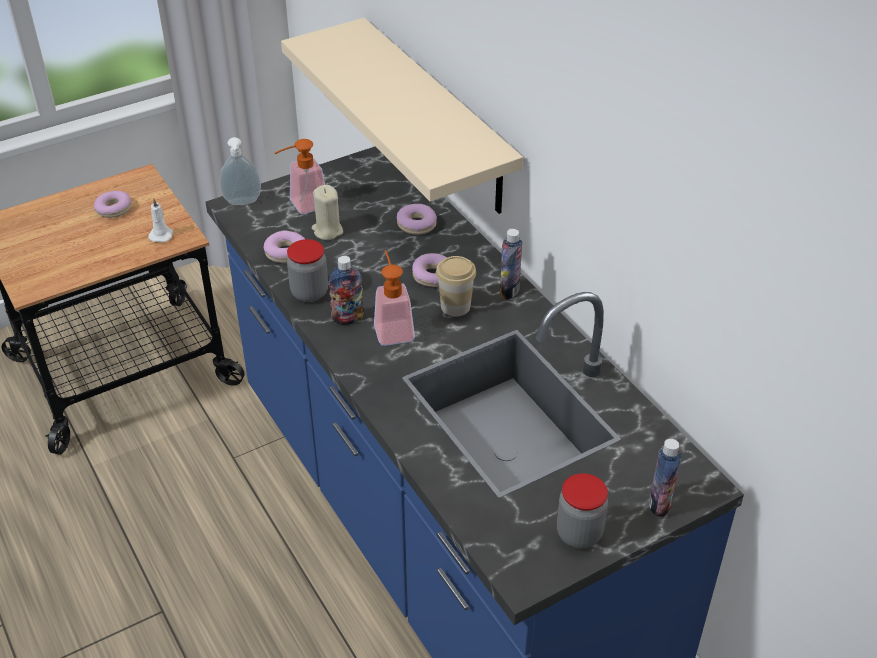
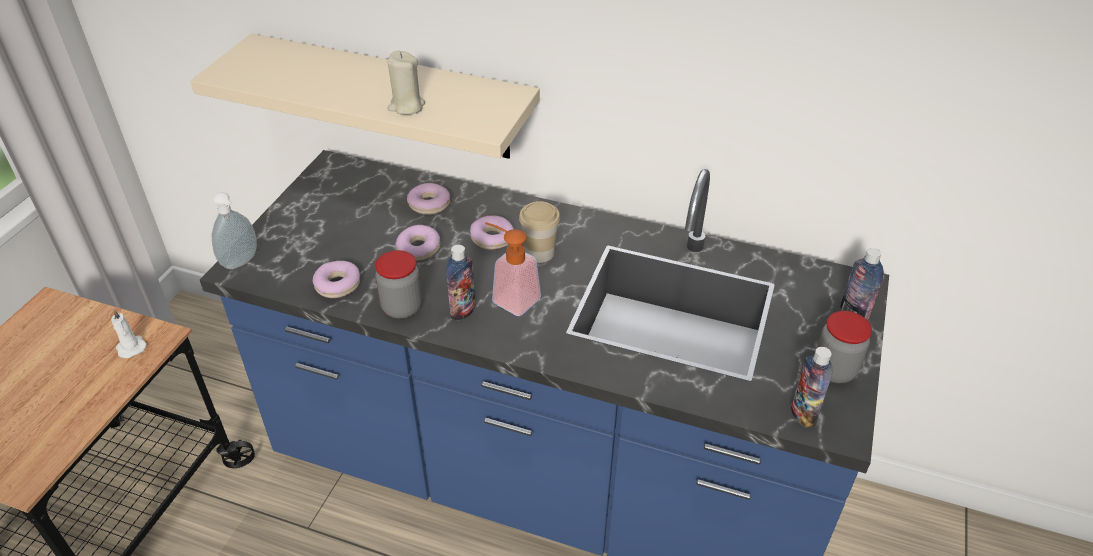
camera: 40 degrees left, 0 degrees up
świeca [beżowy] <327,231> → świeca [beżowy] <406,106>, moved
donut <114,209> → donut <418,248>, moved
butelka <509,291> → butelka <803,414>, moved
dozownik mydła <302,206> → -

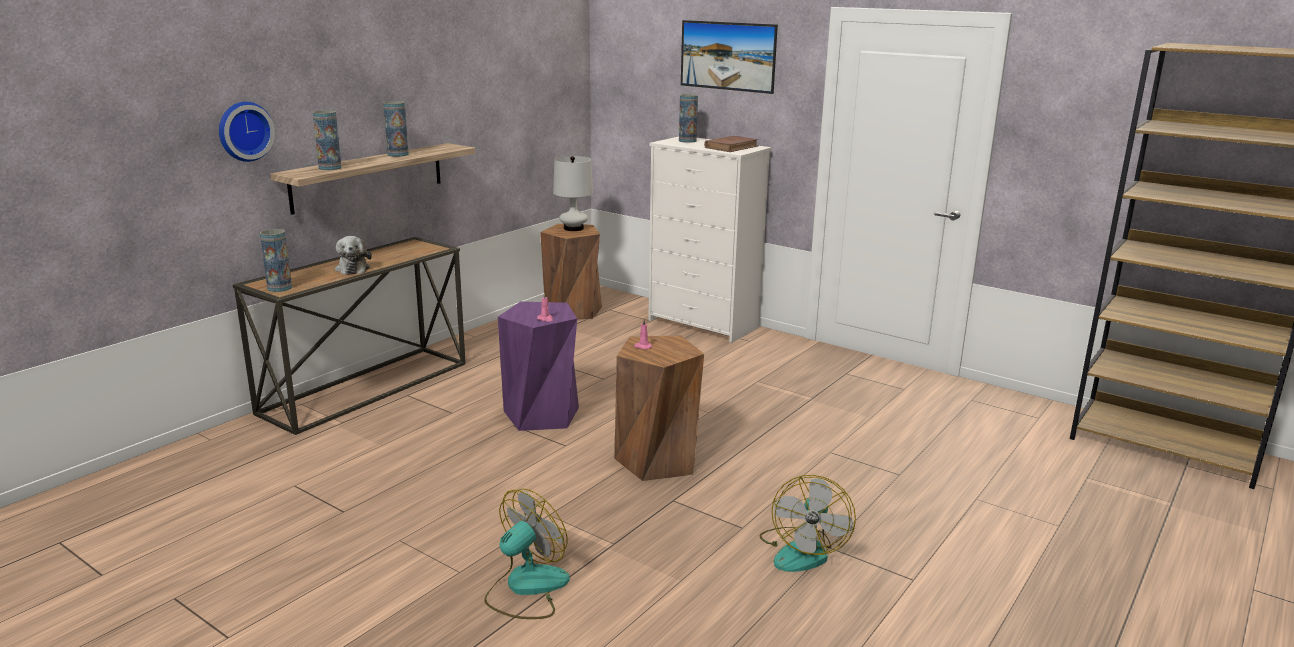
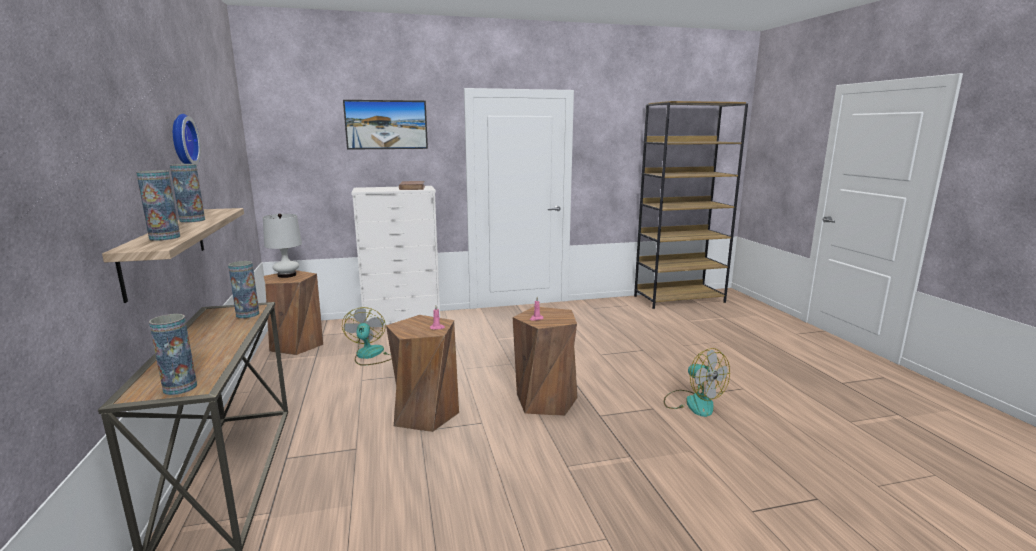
camera: 50 degrees left, 5 degrees down
zegar ścienny <244,131> → zegar ścienny <181,140>, moved
wazon <687,141> → wazon <247,314>, moved
wentylator <526,588> → wentylator <370,356>, moved
stołek [fioletowy] <542,415> → stołek [brązowy] <425,414>
pluszak <353,268> → -

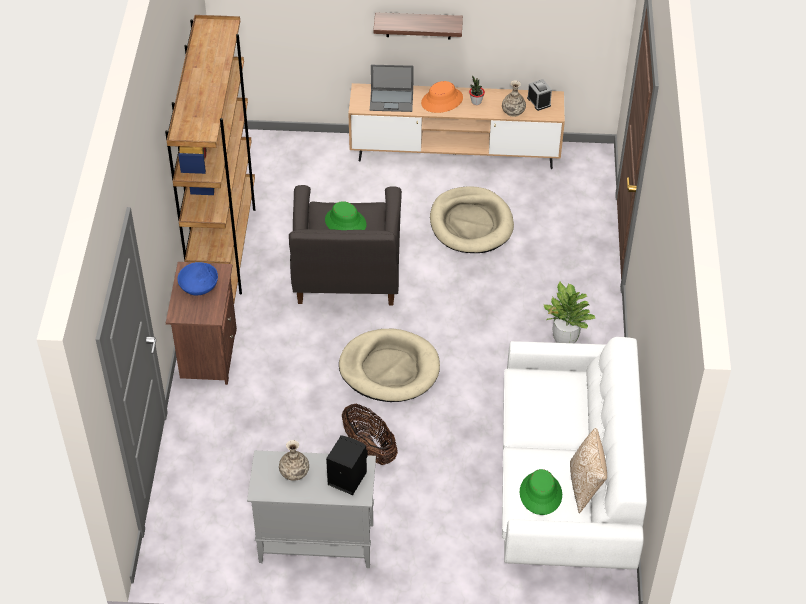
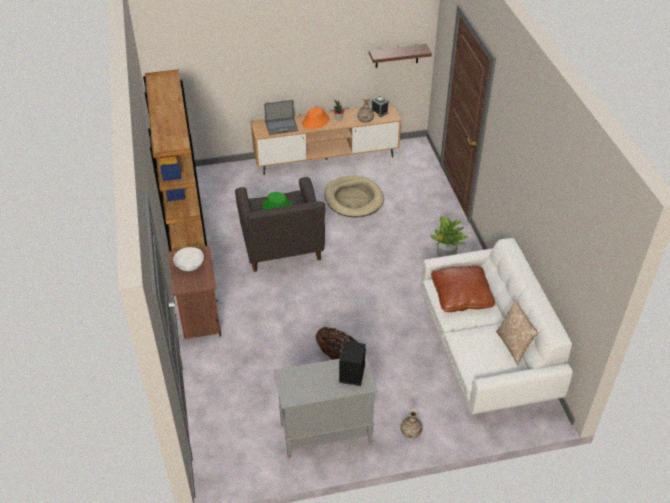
camera: 15 degrees left, 5 degrees down
miska [niebieski] <198,285> → miska [biały] <189,264>
półka <418,25> → półka <397,56>, moved
wazon <294,472> → wazon <411,431>, moved
- → poduszka [brązowy] <461,296>
legowisko [beżowy] <389,368> → -
kapelusz [zielony] <540,493> → -

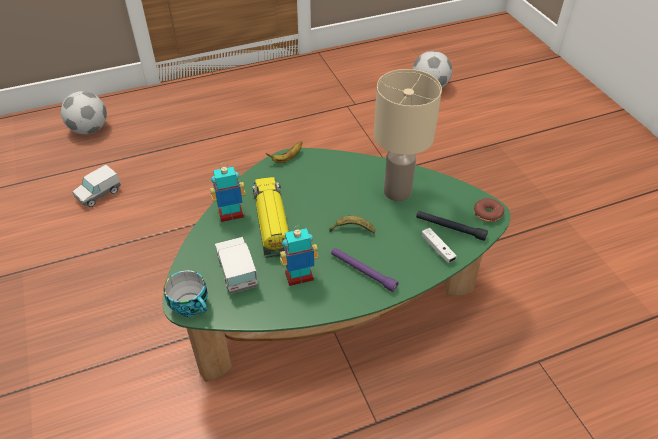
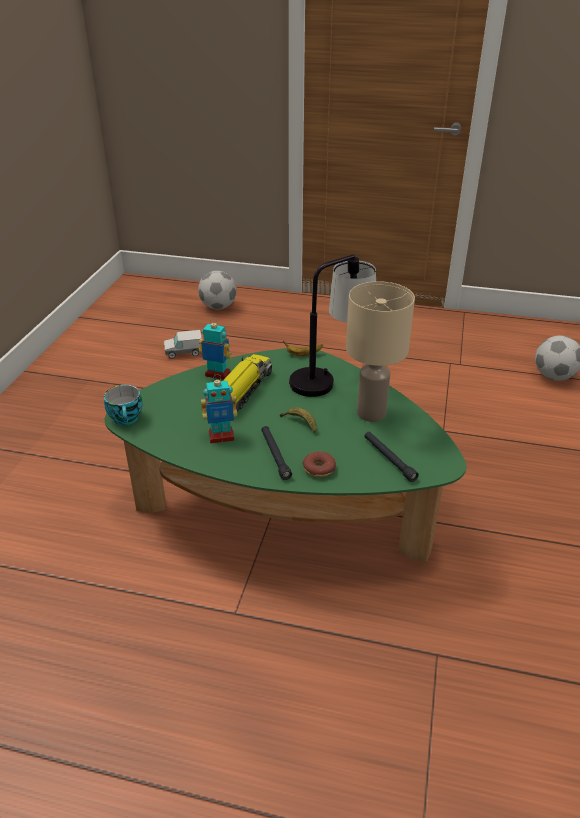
camera: 35 degrees right, 10 degrees down
robot zabawkowy <299,277> → robot zabawkowy <221,436>, 150 degrees clockwise
latarka [fioletowy] <363,272> → latarka [czarny] <275,455>
- → lampa stołowa <329,378>
donut <487,214> → donut <319,468>, moved
ciężarówka zabawkowa <237,272> → -
pad do gier [biały] <437,249> → -

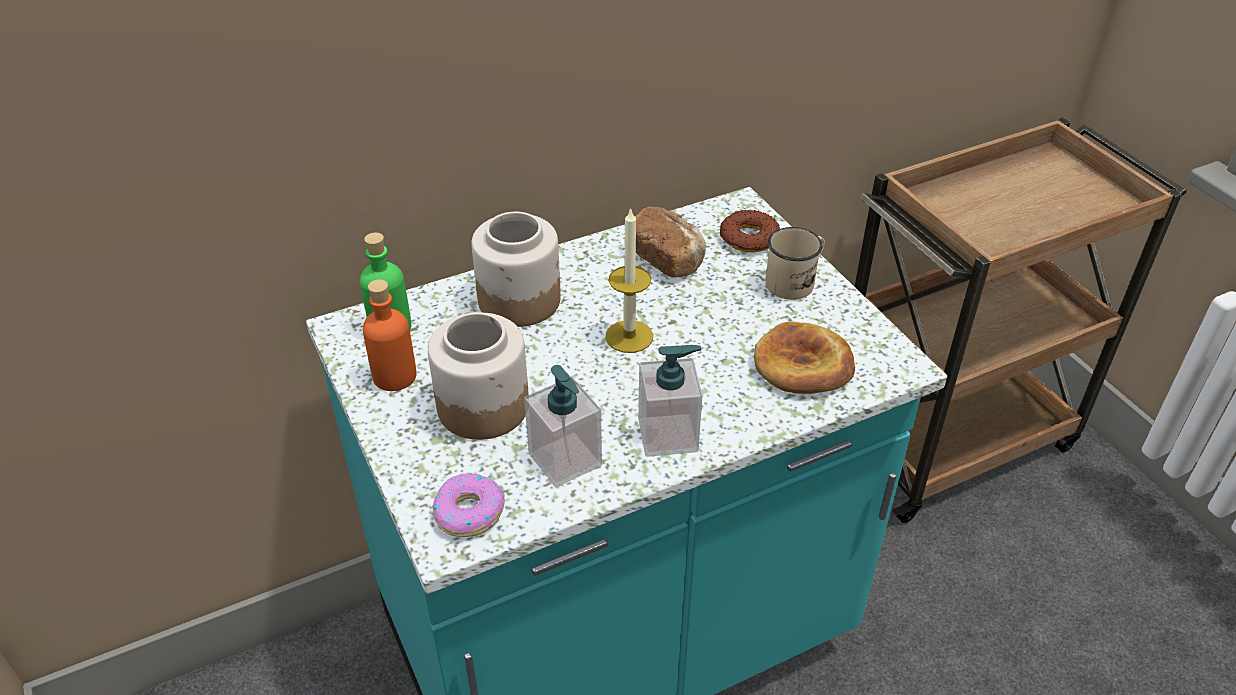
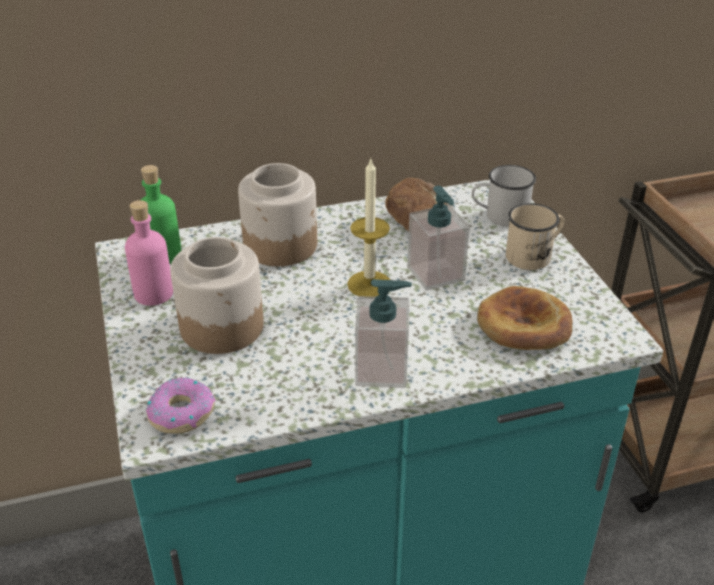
camera: 10 degrees right, 5 degrees down
butelka [pomarańczowy] <394,376> → butelka [różowy] <153,293>
dozownik mydła <565,460> → dozownik mydła <435,274>, moved
donut <749,238> → kubek [biały] <500,216>

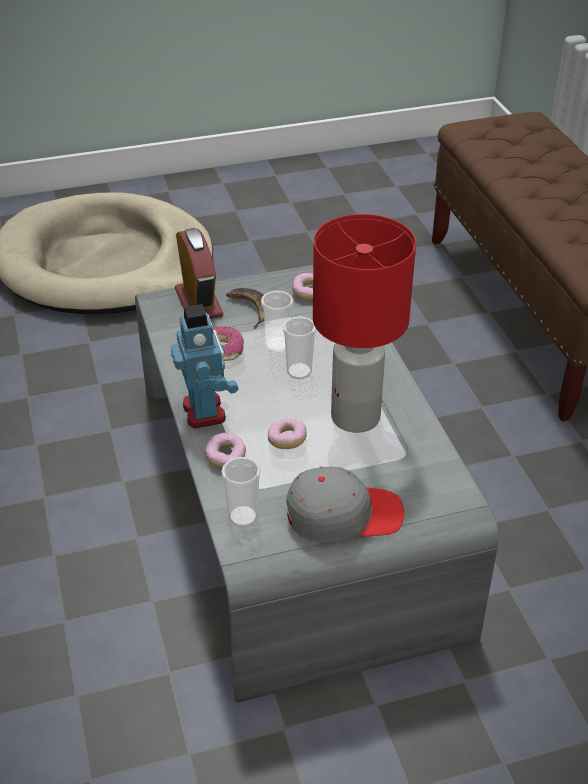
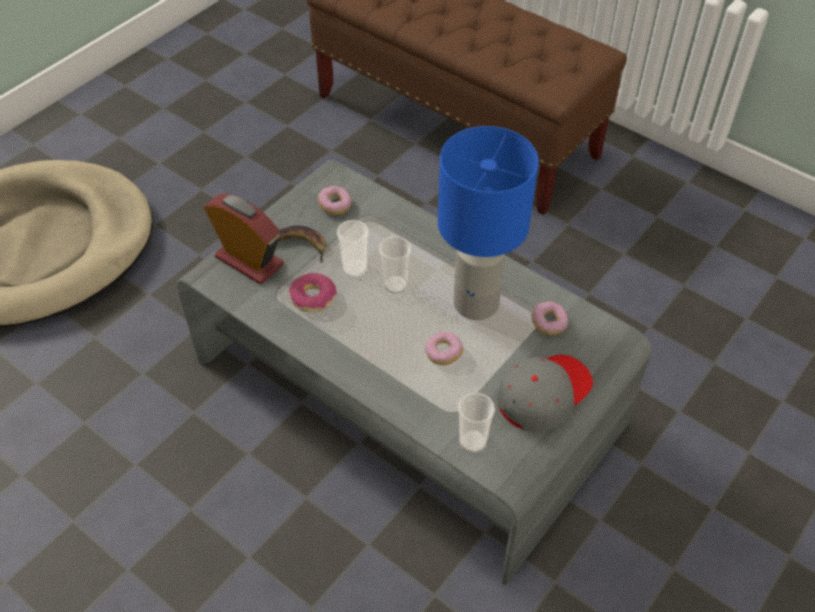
camera: 35 degrees left, 10 degrees up
lampa stołowa [czerwony] <355,418> → lampa stołowa [niebieski] <476,304>
donut <225,458> → donut <548,323>, moved
robot zabawkowy <205,411> → -

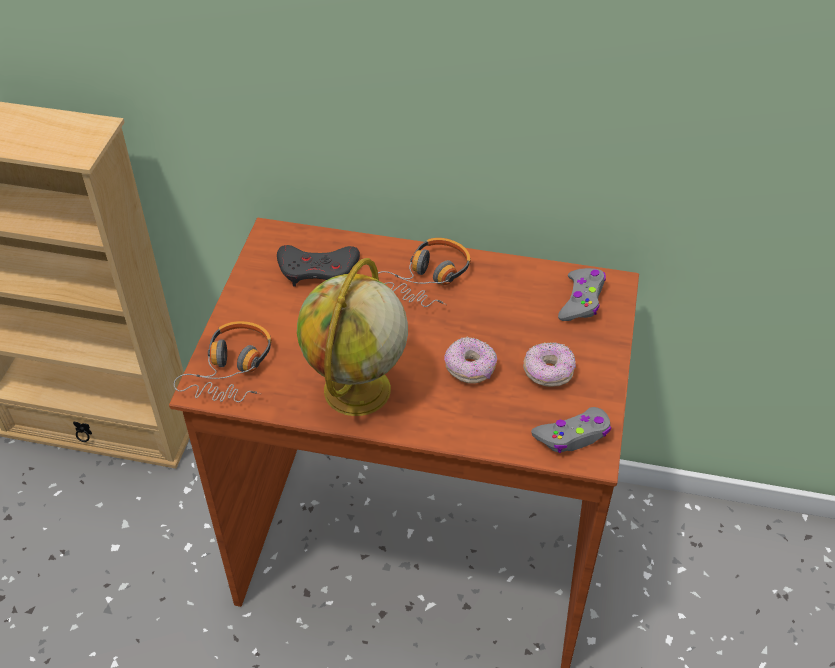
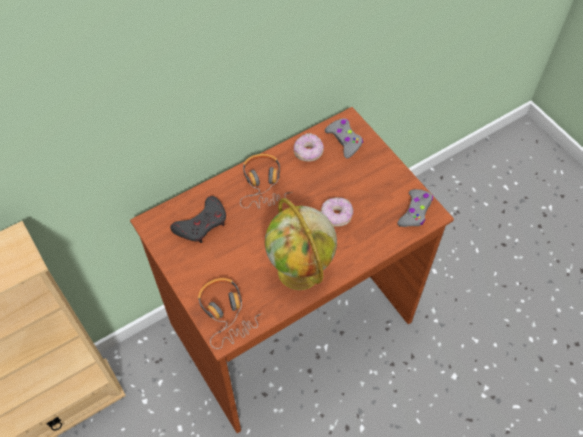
camera: 45 degrees left, 10 degrees up
donut <548,372> → donut <308,152>, moved

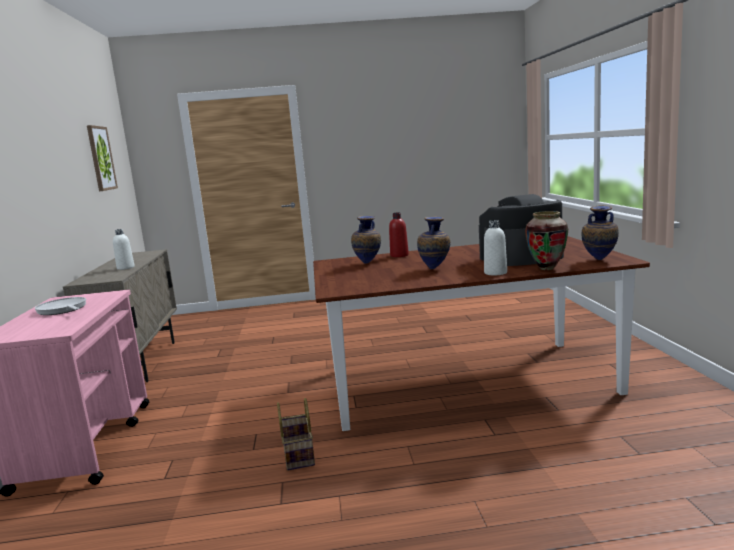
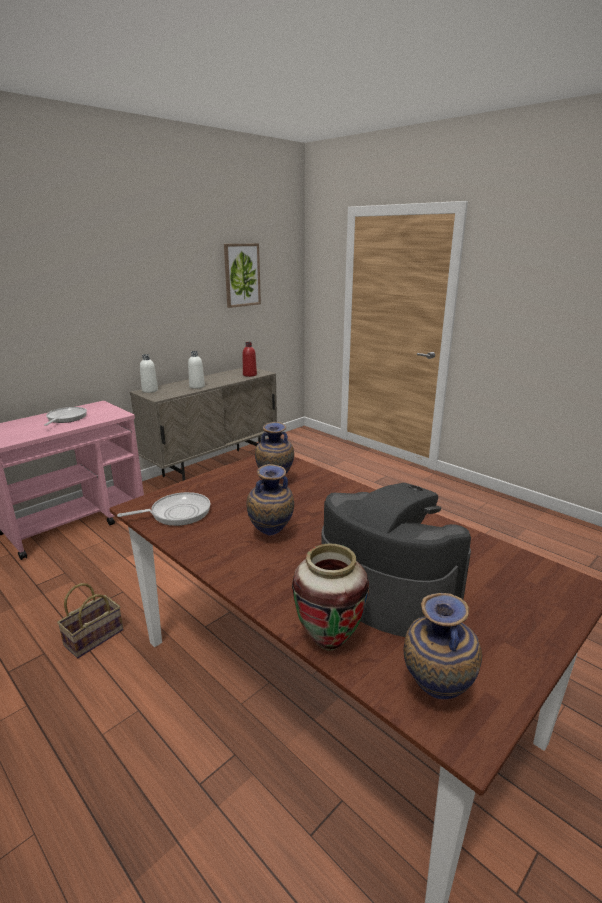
camera: 50 degrees right, 10 degrees up
- → patelnia <177,513>
butelka [biały] <495,273> → butelka [biały] <150,391>, moved
butelka [czerwony] <399,255> → butelka [czerwony] <249,375>, moved

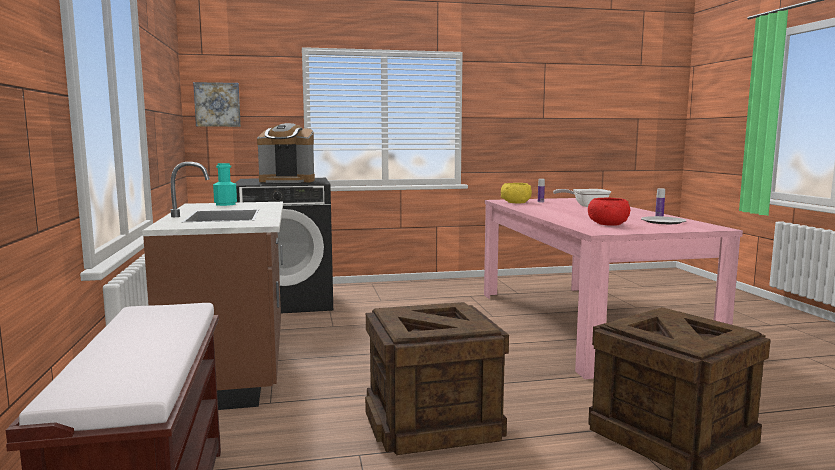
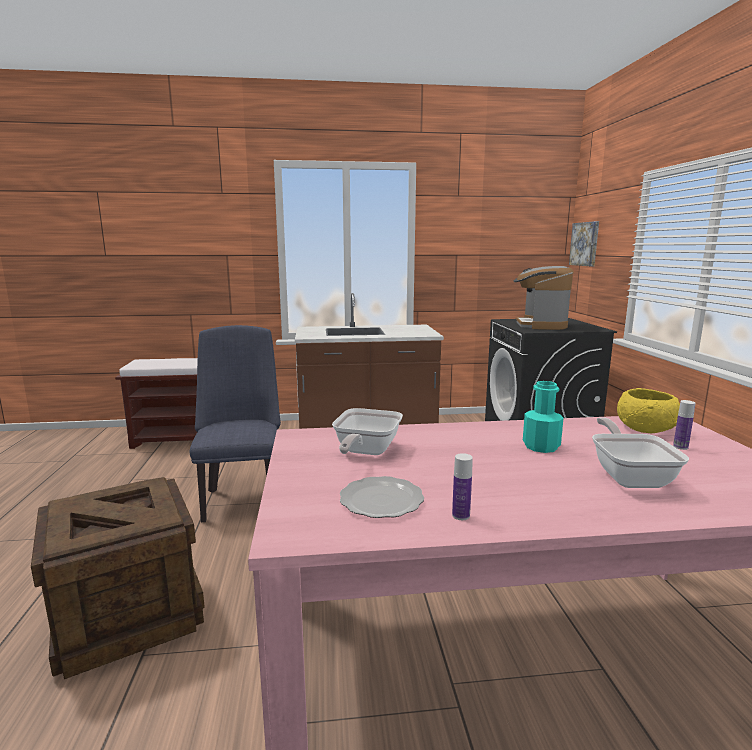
camera: 95 degrees right, 5 degrees up
skrzynka <431,423> → krzesło [niebieski] <242,498>
miska [czerwony] <607,224> → patelnia <365,452>
butelka [turkusowy] <225,204> → butelka [turkusowy] <541,446>, moved

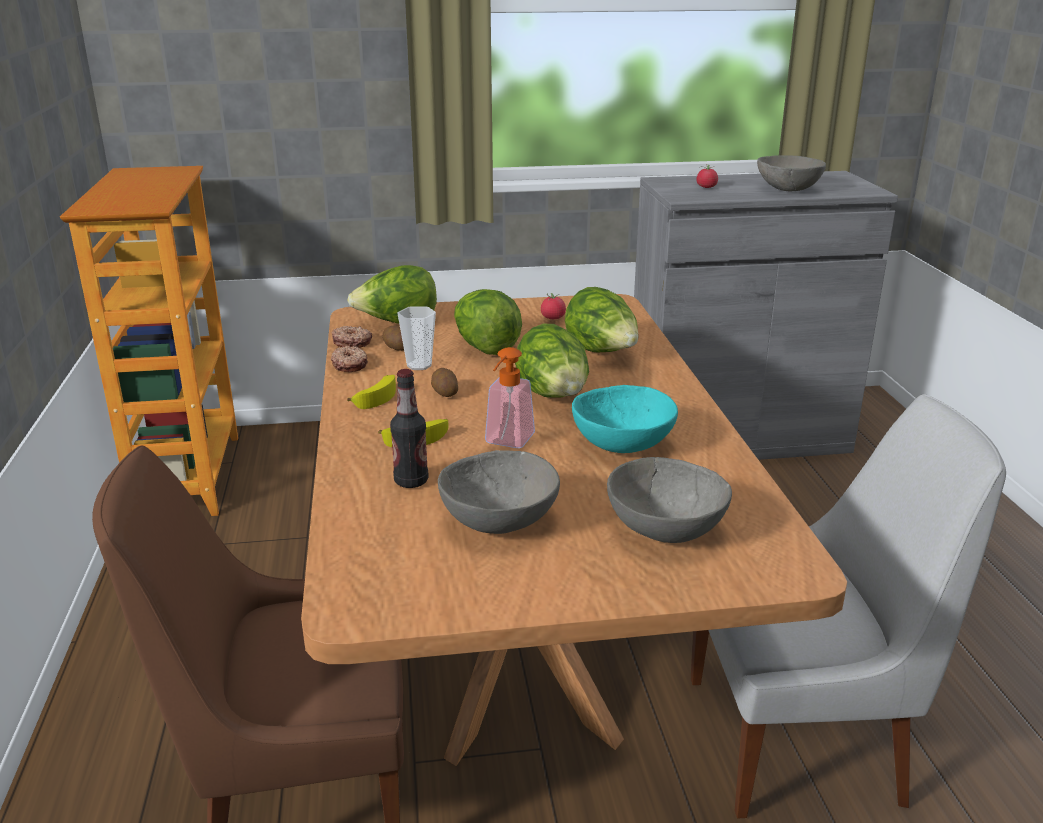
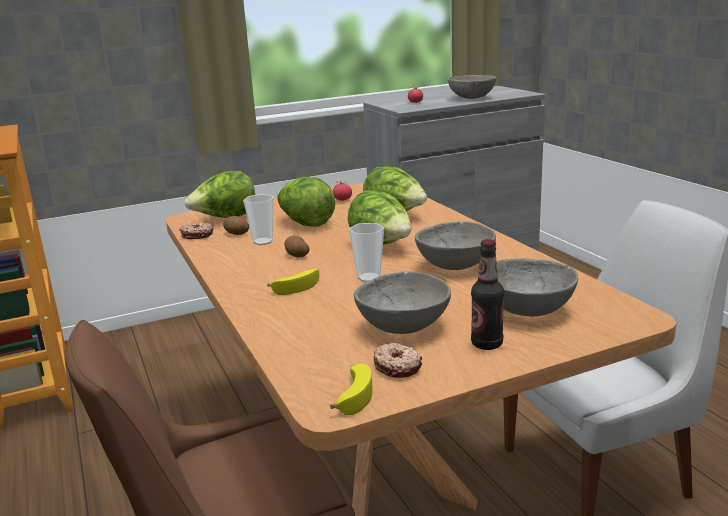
camera: 15 degrees left, 5 degrees down
banan <376,397> → banan <353,395>, moved
dozownik mydła <506,442> → filiżanka <369,278>
donut <350,365> → donut <397,367>, moved
miska [turkusowy] <621,445> → miska [szary] <454,266>
butelka <411,481> → butelka <487,344>, moved

